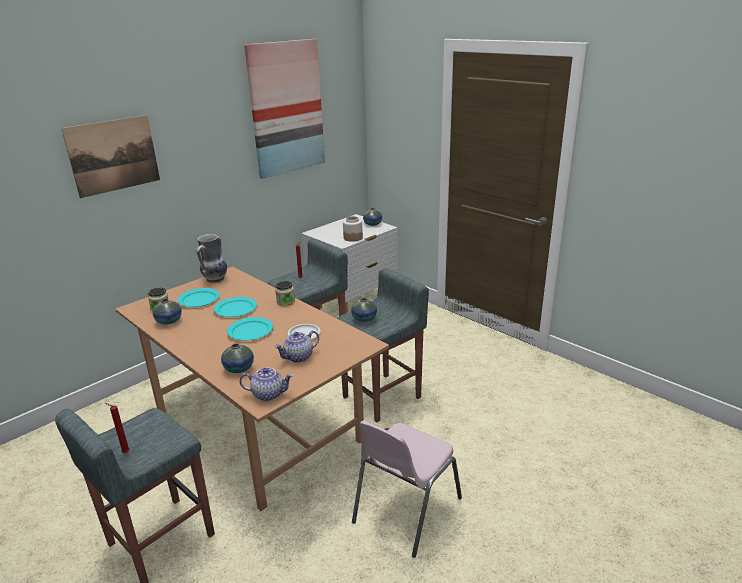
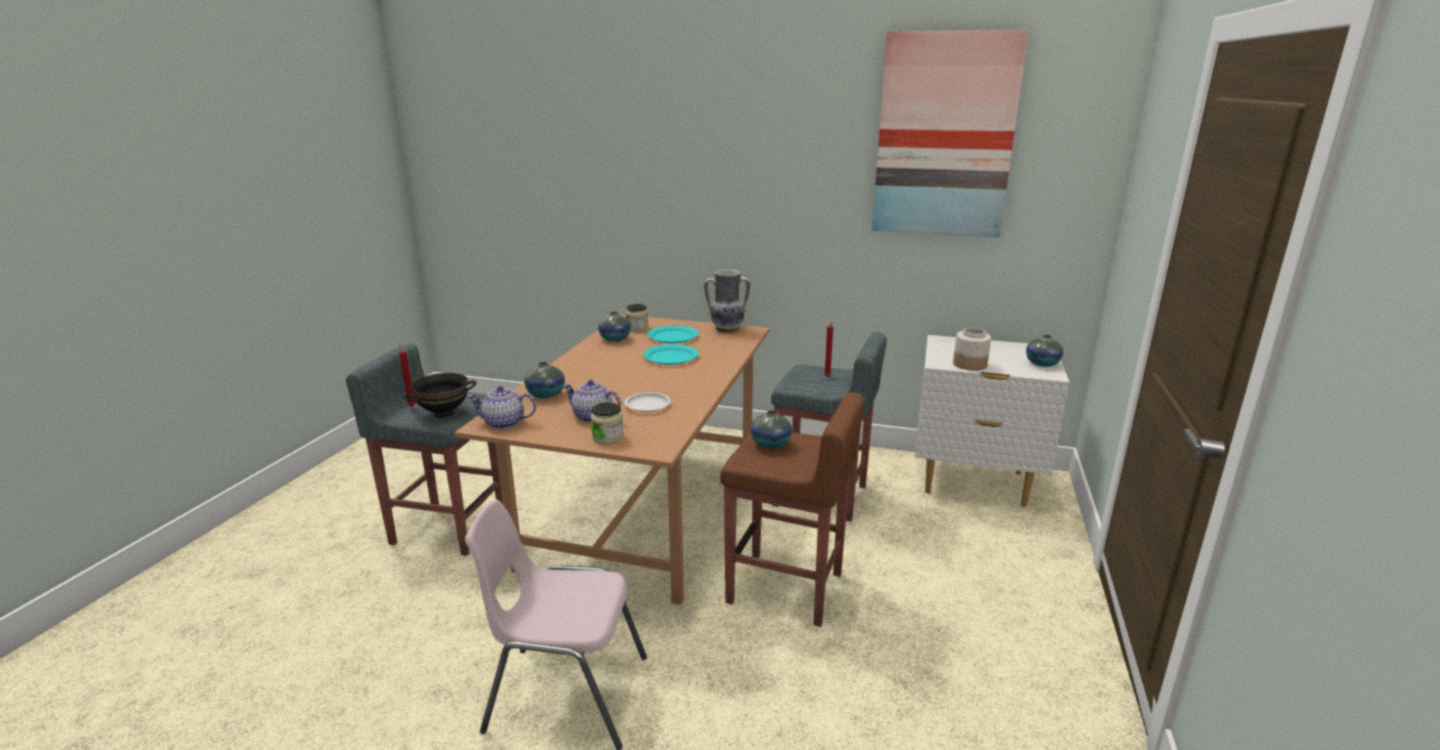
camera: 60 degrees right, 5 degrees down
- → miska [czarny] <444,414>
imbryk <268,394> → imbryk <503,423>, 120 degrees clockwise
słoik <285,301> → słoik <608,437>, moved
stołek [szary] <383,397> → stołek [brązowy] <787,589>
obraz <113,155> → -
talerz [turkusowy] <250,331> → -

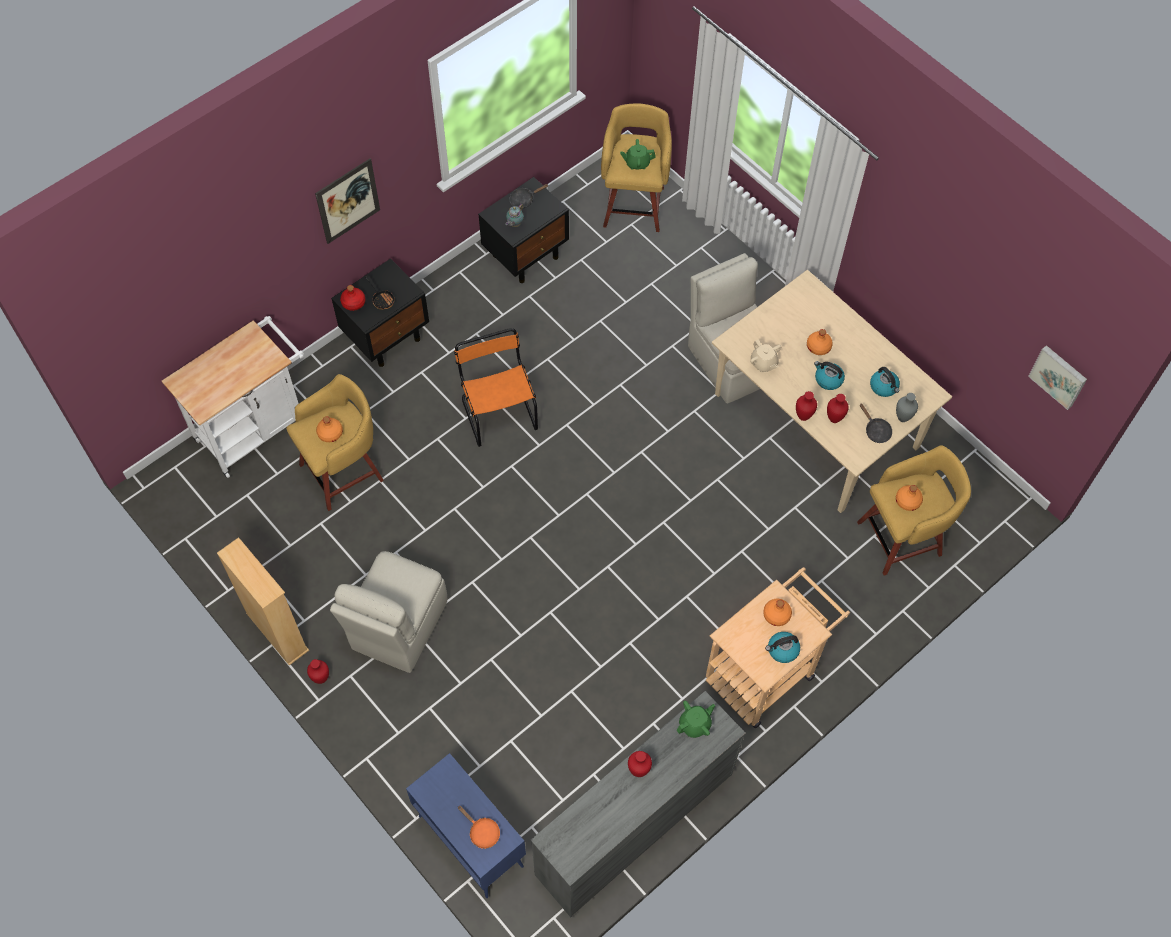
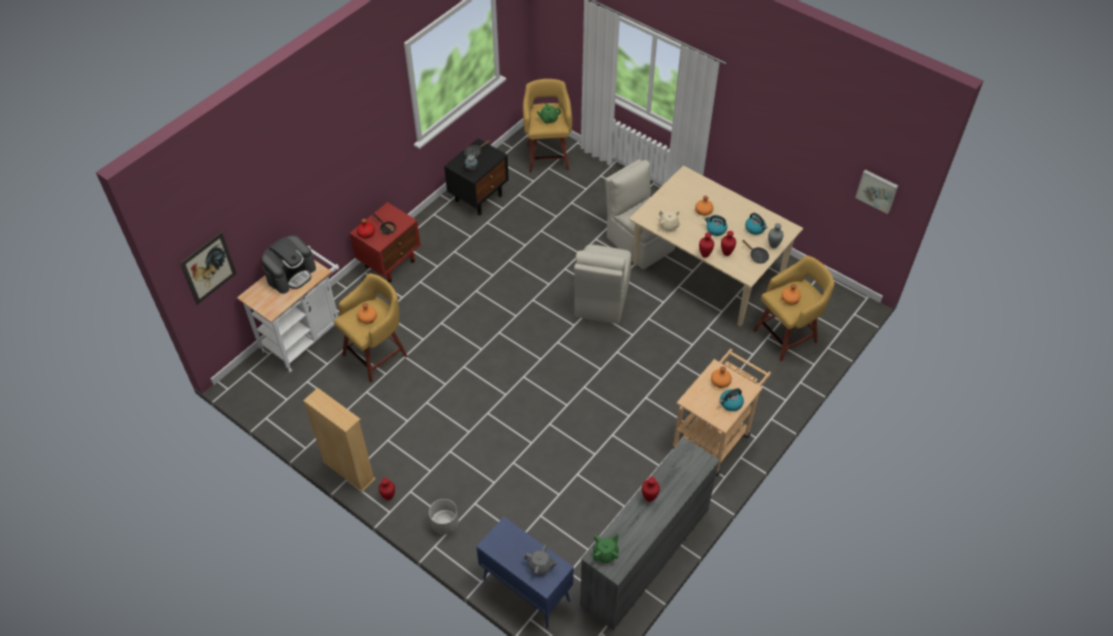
camera: 10 degrees left, 10 degrees down
obraz <348,201> → obraz <208,268>, moved
- → ekspres do kawy <291,274>
szafka nocna [czarny] <387,337> → szafka nocna [czerwony] <390,263>
- → donica [szary] <444,524>
patelnia [pomarańczowy] <482,832> → imbryk [szary] <540,566>
krzesło [beżowy] <398,627> → krzesło [beżowy] <601,300>, moved
imbryk [zielony] <695,724> → imbryk [zielony] <605,553>, moved
krzesło [pomarańczowy] <498,411> → -

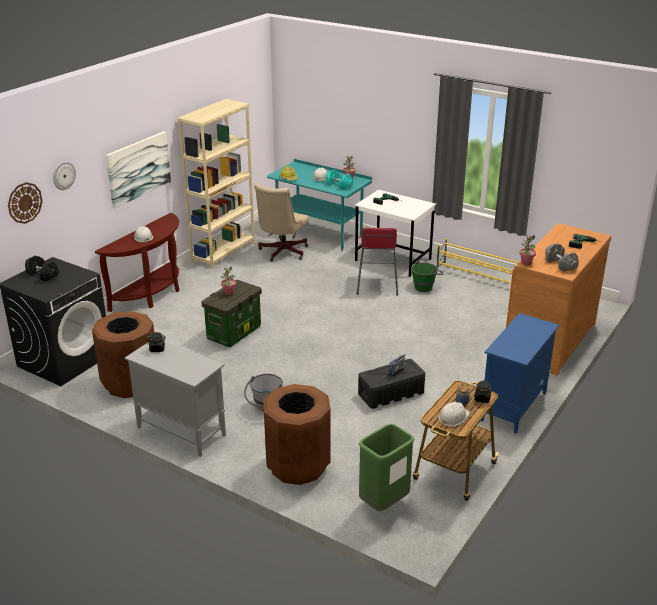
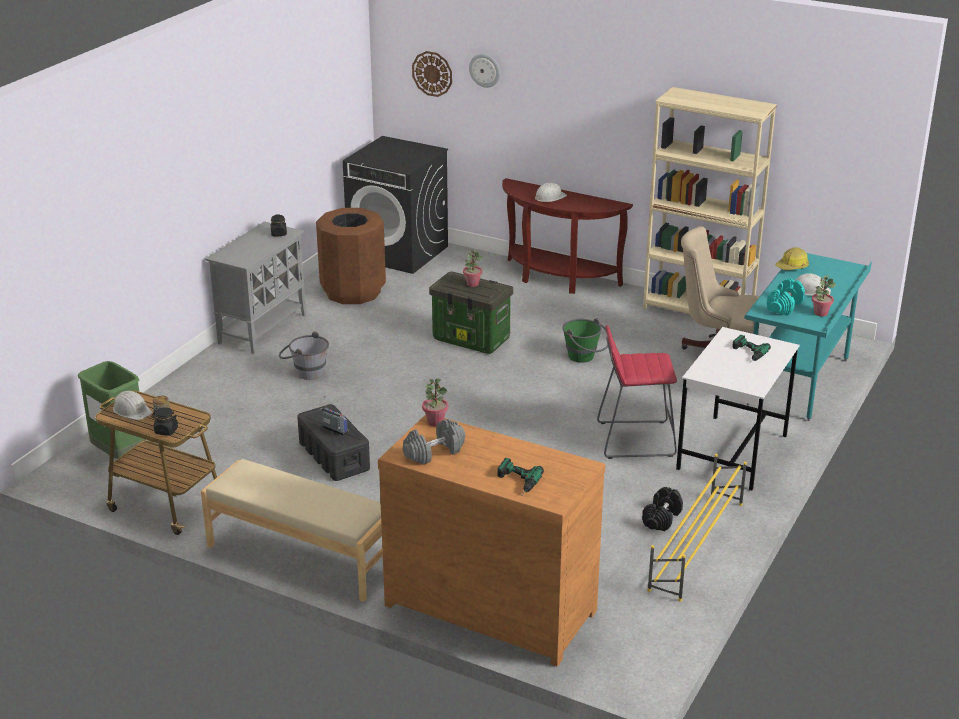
camera: 85 degrees right, 0 degrees up
szafka [niebieski] <513,407> → ławka [beżowy] <300,557>
wiadro [zielony] <426,286> → wiadro [zielony] <585,358>, moved
hantel [czarny] <43,275> → hantel [czarny] <662,518>, moved
obraz <138,168> → -
kosz na śmieci [brązowy] <298,466> → -

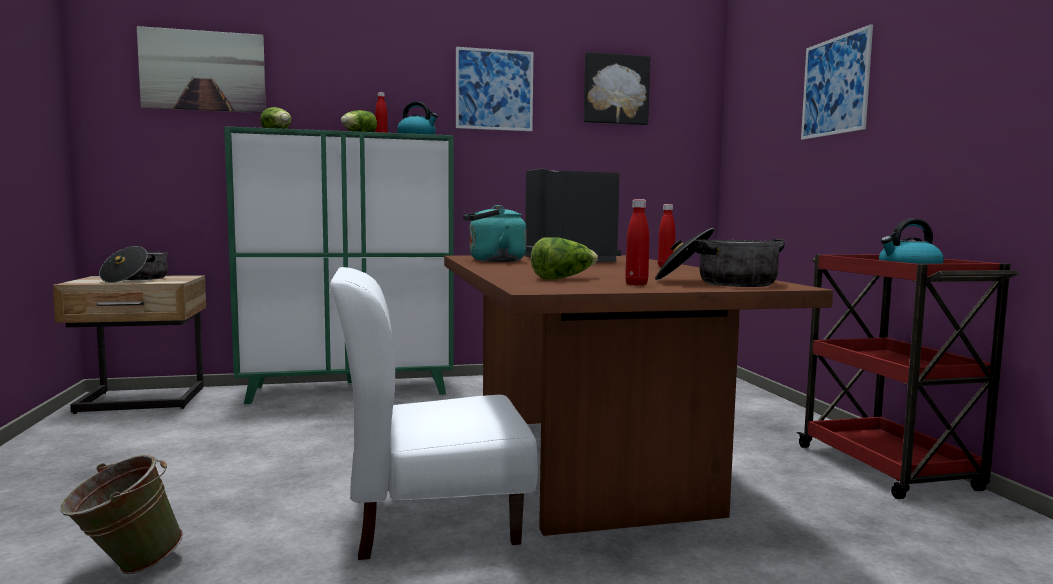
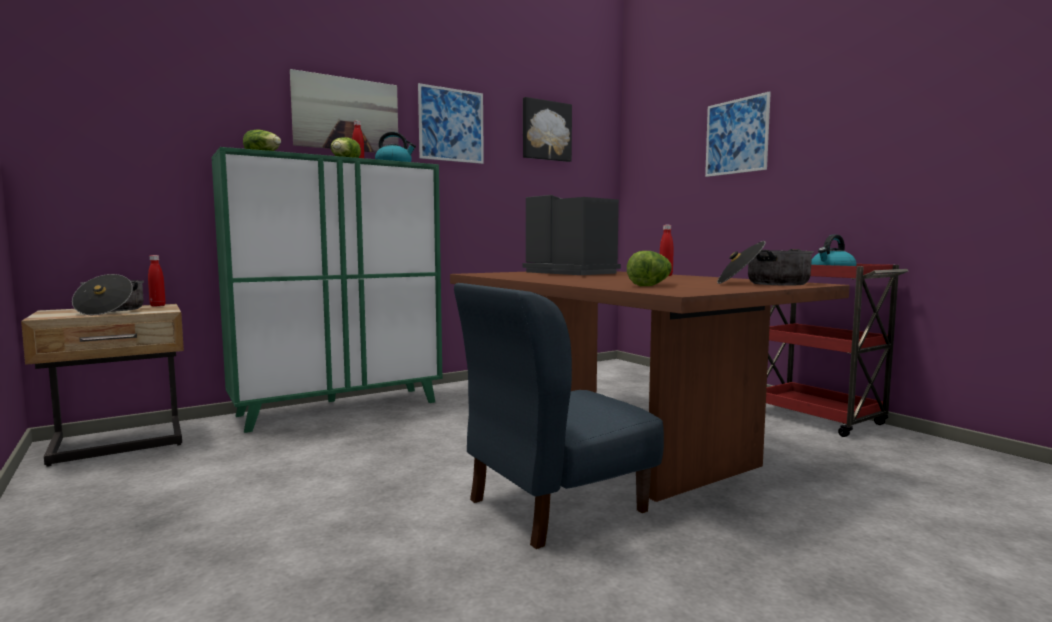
camera: 20 degrees left, 0 degrees up
butelka [czerwony] <636,284> → butelka [czerwony] <157,306>, moved
obraz <203,71> → obraz <346,114>, moved
krzesło [biały] <432,519> → krzesło [niebieski] <555,505>
wiadro [zielony] <125,568> → -
czajnik [turkusowy] <493,261> → -

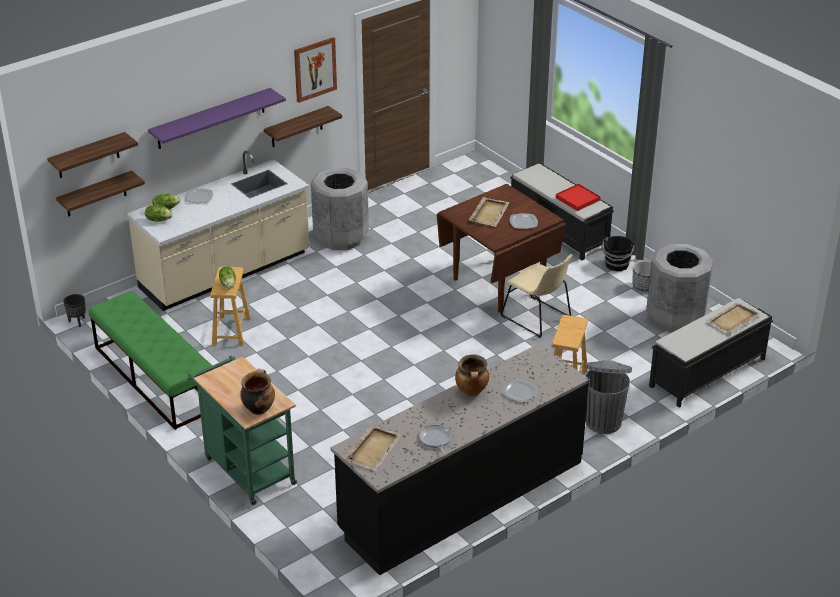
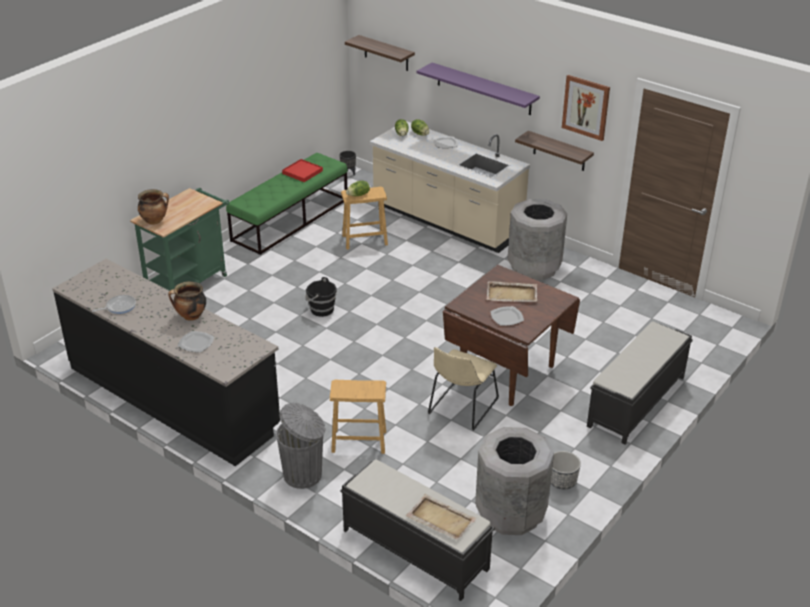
camera: 75 degrees right, 0 degrees up
taca [czerwony] <577,199> → taca [czerwony] <302,172>, moved
wiadro [czarny] <616,265> → wiadro [czarny] <321,309>, moved
półka <95,194> → -
taca [beżowy] <373,449> → -

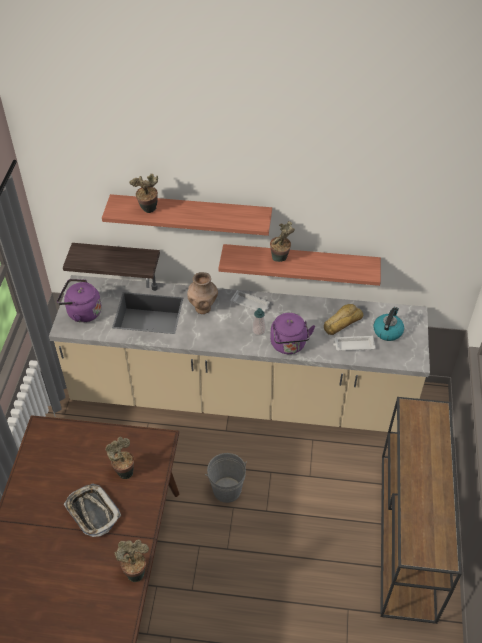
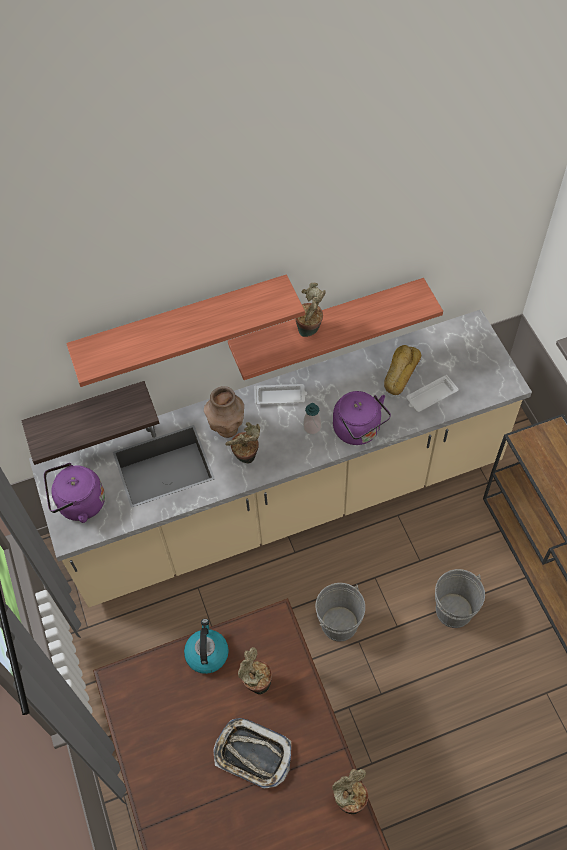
camera: 25 degrees left, 10 degrees up
czajnik <387,331> → czajnik <207,653>, moved
roślina doniczkowa <148,210> → roślina doniczkowa <246,458>, moved
- → wiadro [szary] <454,610>

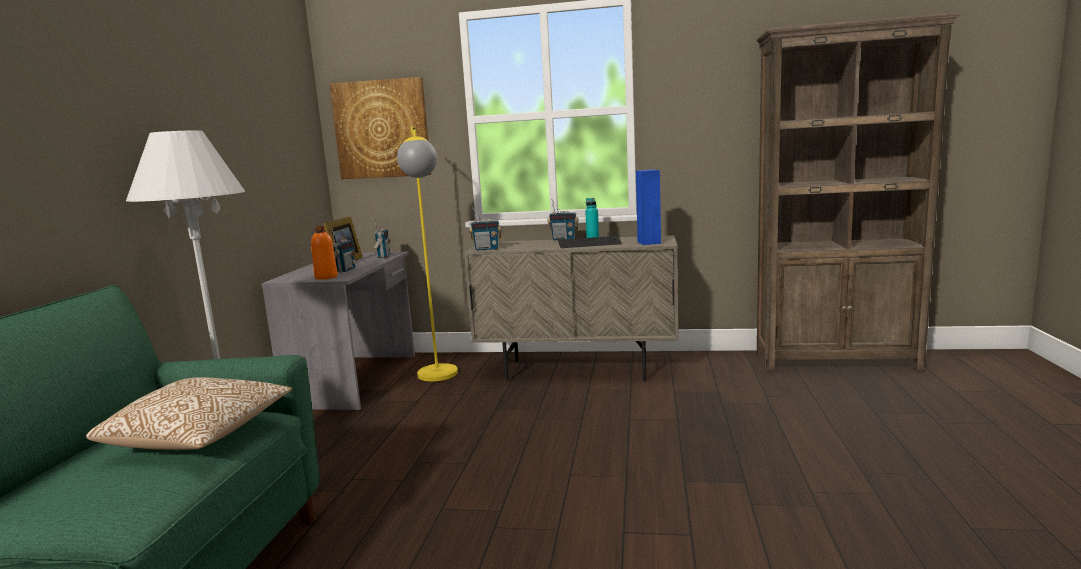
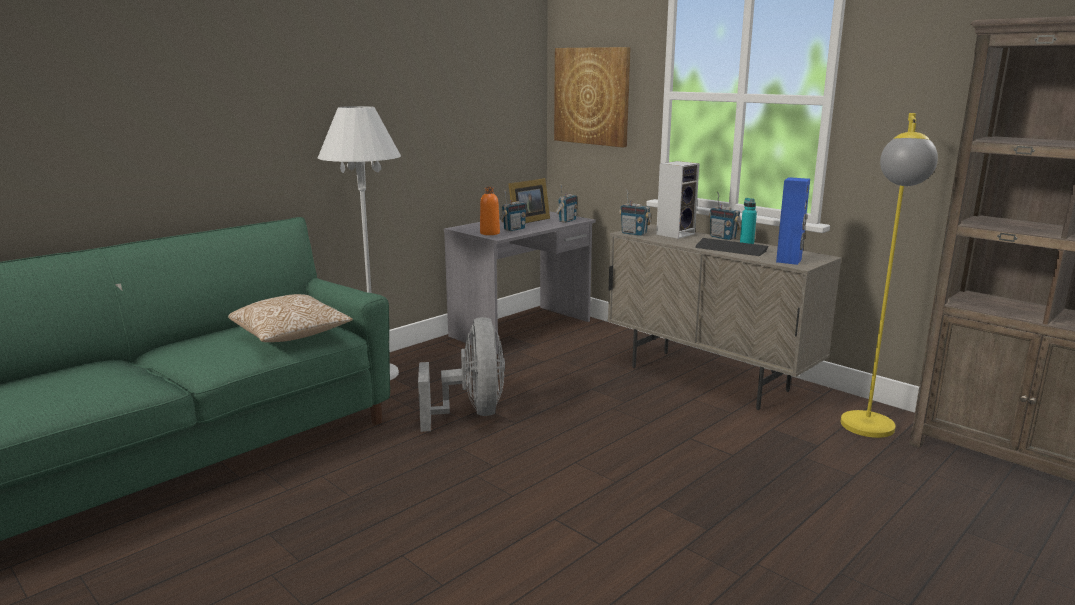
camera: 35 degrees right, 5 degrees up
- → wentylator [szary] <472,413>
- → głośnik <675,234>
lampa stojąca [żółty] <439,379> → lampa stojąca [żółty] <867,434>, moved

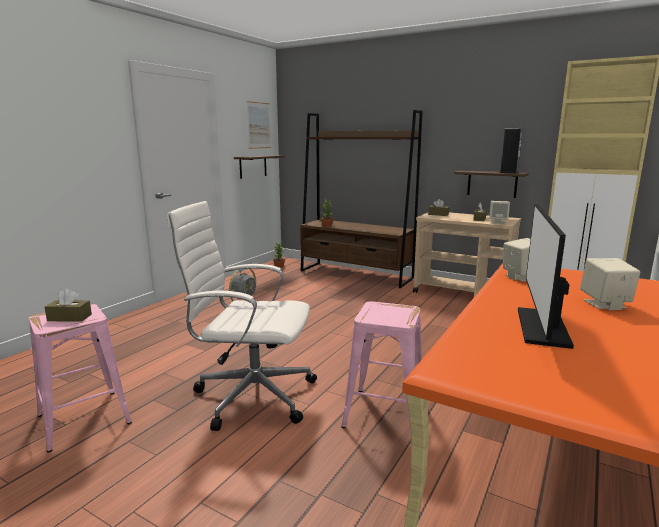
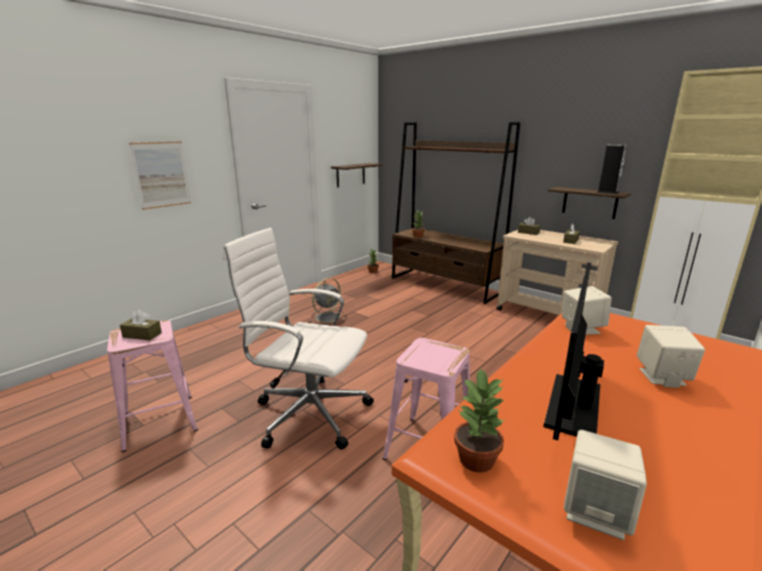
camera: 10 degrees right, 5 degrees up
obraz <259,125> → obraz <161,174>, moved
- → roślina doniczkowa <477,459>
głośnik [beżowy] <498,222> → głośnik [beżowy] <596,512>, moved

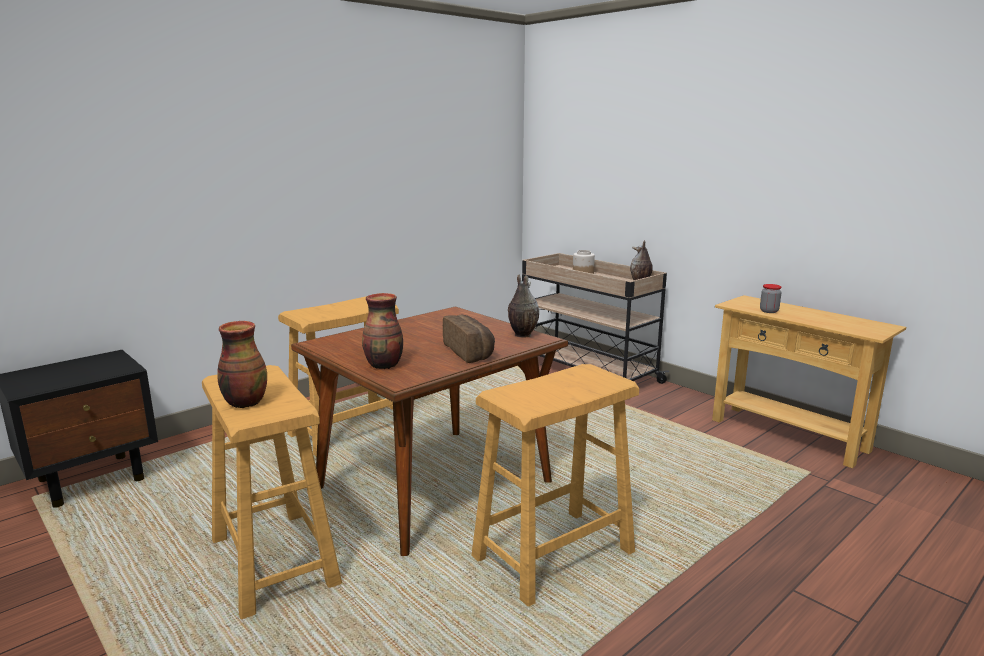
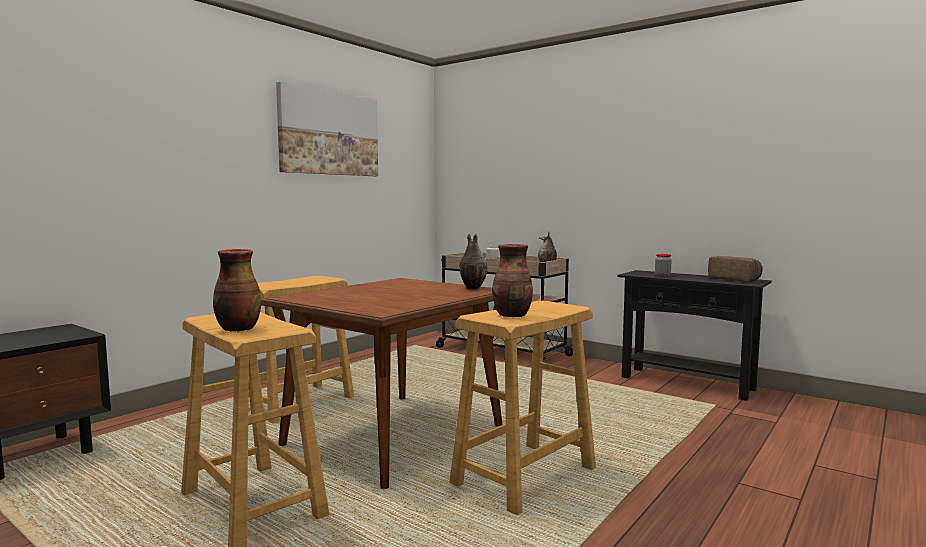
camera: 10 degrees left, 10 degrees down
- → obraz <329,133>
wazon <384,365> → wazon <512,315>, moved
stolik konsolowy [beżowy] <788,435> → stolik konsolowy [czarny] <686,383>
chleb <470,352> → chleb <735,279>, moved

